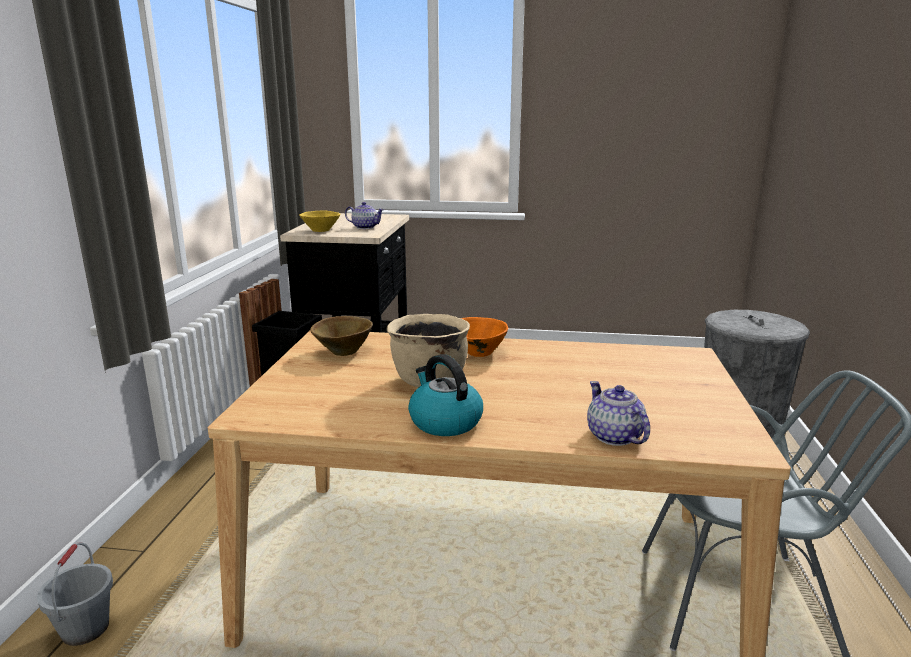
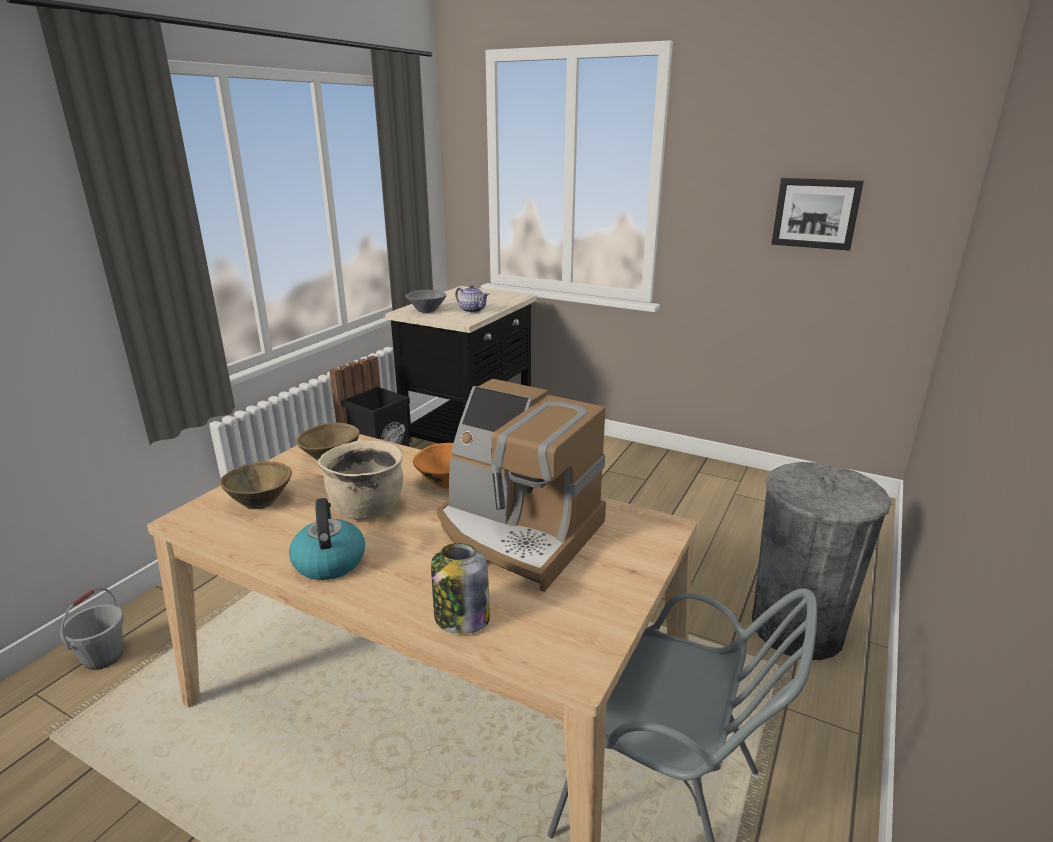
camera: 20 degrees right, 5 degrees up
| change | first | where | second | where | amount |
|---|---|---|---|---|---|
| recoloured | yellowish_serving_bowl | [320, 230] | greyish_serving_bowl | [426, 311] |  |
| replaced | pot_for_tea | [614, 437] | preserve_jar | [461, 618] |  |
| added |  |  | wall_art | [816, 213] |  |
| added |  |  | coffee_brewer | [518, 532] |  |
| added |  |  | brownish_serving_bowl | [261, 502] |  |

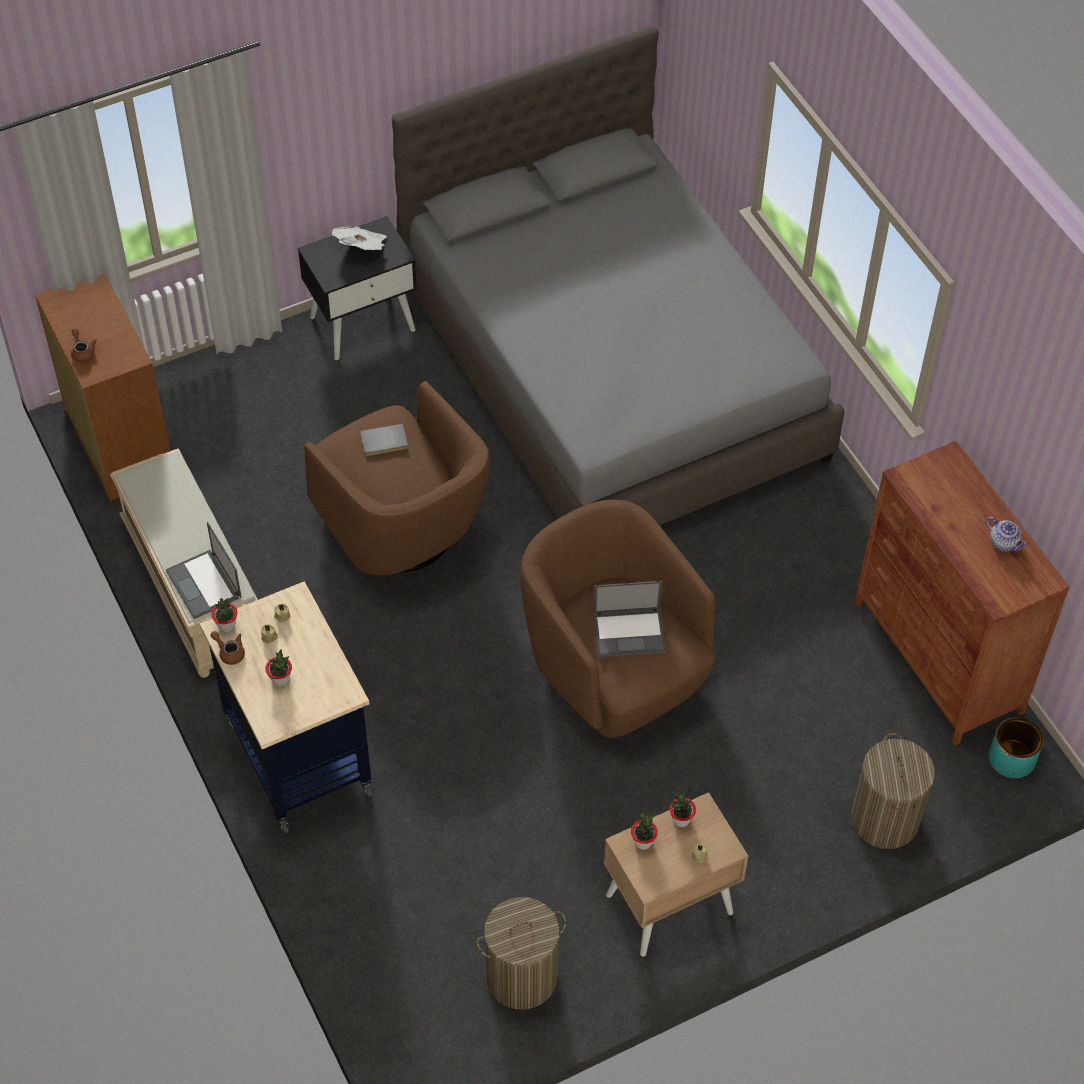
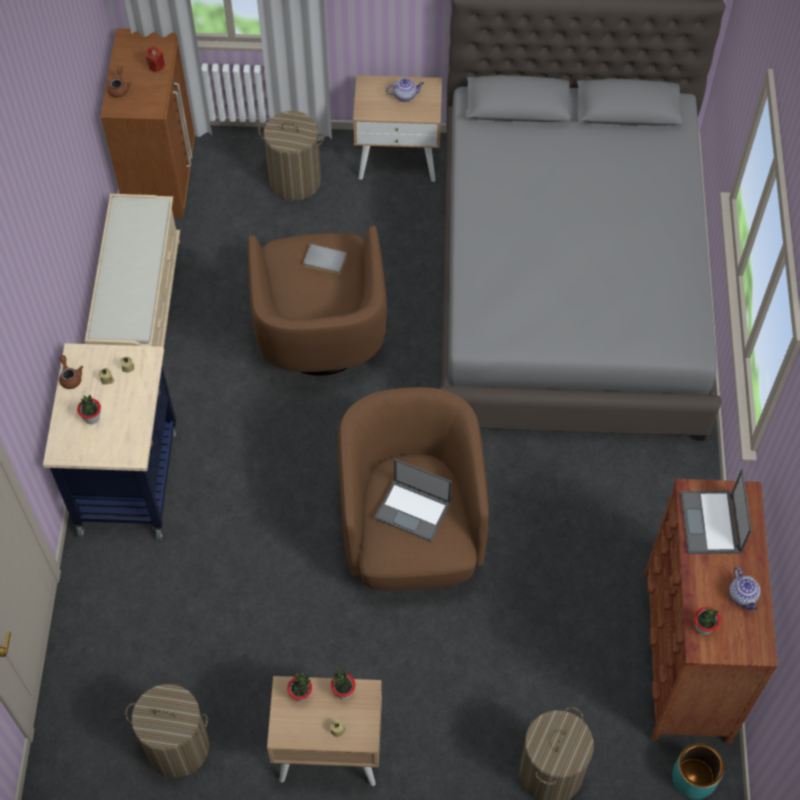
camera: 30 degrees right, 5 degrees up
| change | first | where | second | where | amount |
|---|---|---|---|---|---|
| recoloured | black_bedside_table | [363, 323] | beige-coloured_bedside_table | [398, 158] |  |
| replaced | newspaper | [362, 248] | pot_for_tea | [405, 95] |  |
| moved | laptop | [204, 584] |  | [711, 523] |  |
| moved | potted_plant | [226, 625] |  | [703, 627] |  |
| added |  |  | red_wax_light | [156, 66] |  |
| added |  |  | washing_basket | [295, 181] |  |

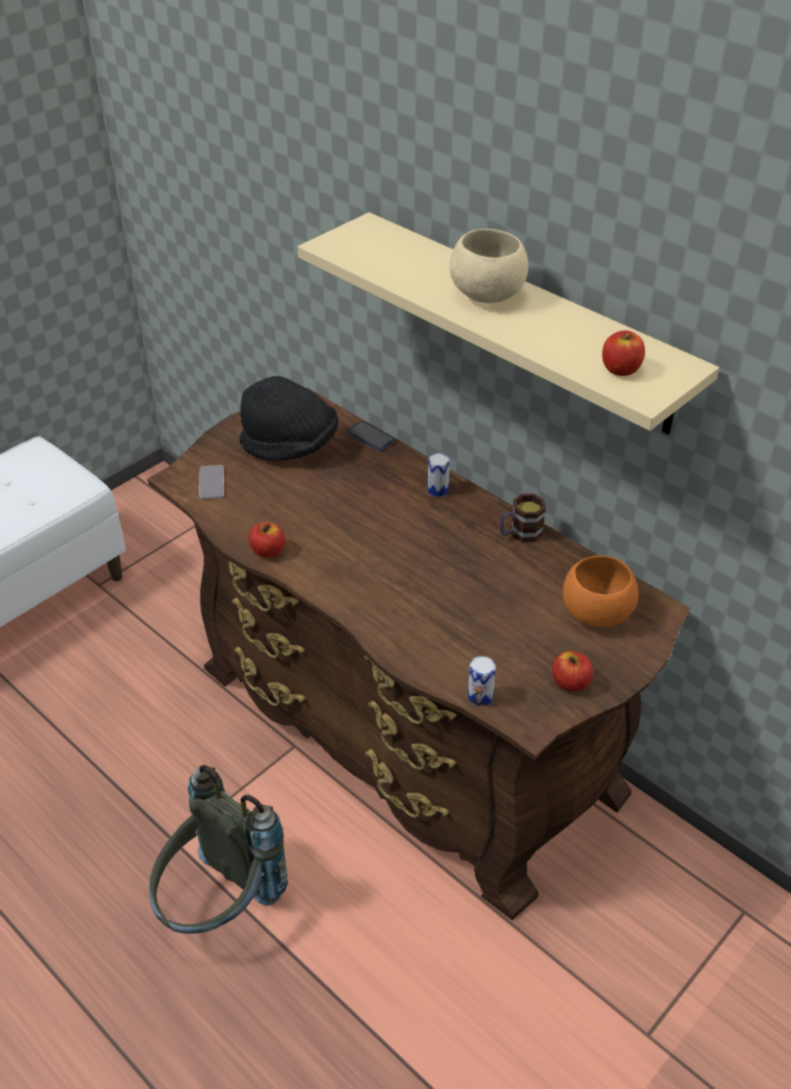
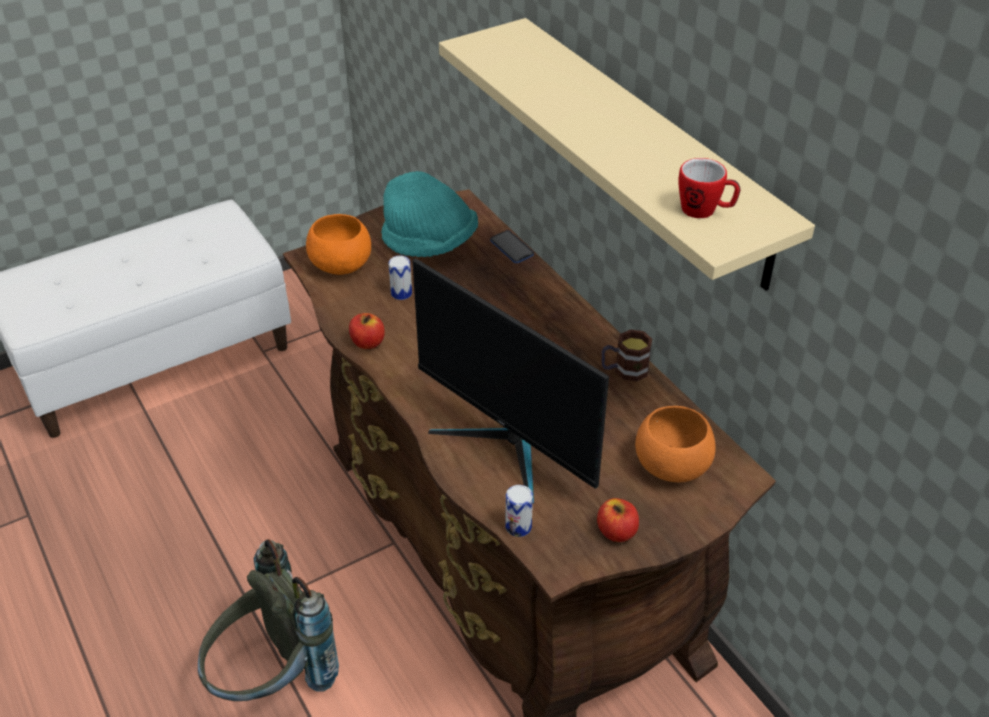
camera: 15 degrees right, 0 degrees up
| change | first | where | second | where | amount |
|---|---|---|---|---|---|
| removed | beige-coloured_serving_bowl | [486, 296] |  |  |  |
| replaced | apple_fruit | [620, 369] | coffee_mug | [705, 211] |  |
| recoloured | black_wearable_hat | [290, 446] | turquoise-coloured_wearable_hat | [430, 244] |  |
| moved | metal_can | [438, 490] |  | [401, 293] |  |
| replaced | telephone | [211, 483] | orange_serving_bowl | [341, 267] |  |
| added |  |  | monitor | [508, 445] |  |

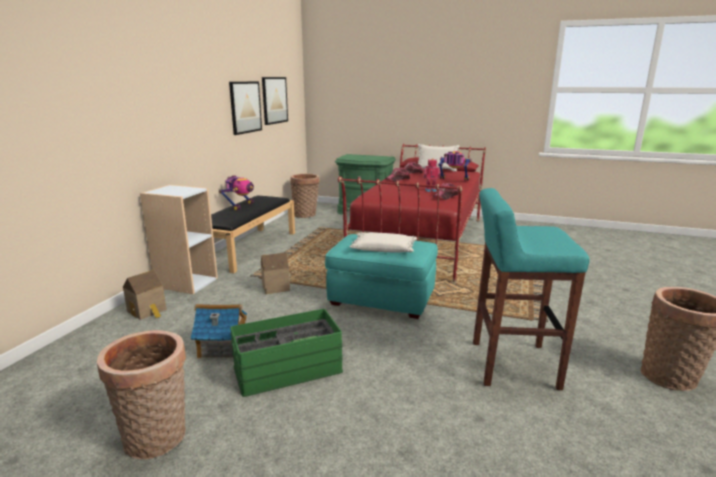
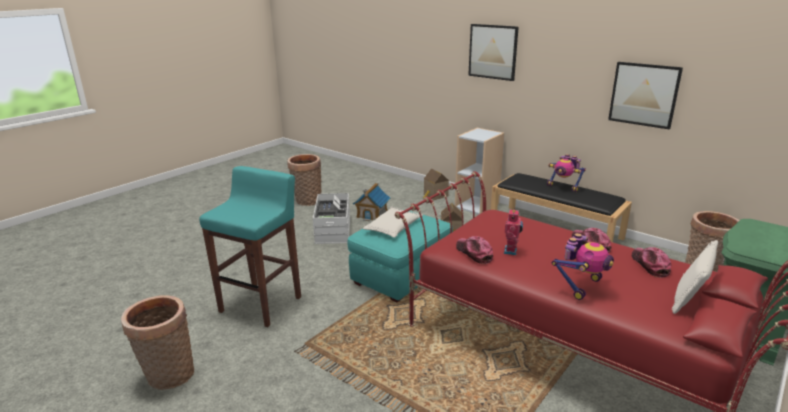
camera: 110 degrees right, 5 degrees up
| change | first | where | second | where | amount |
|---|---|---|---|---|---|
| moved | wall_art | [274, 100] |  | [493, 52] |  |
| recoloured | green_storage_container | [287, 369] | white-coloured_storage_container | [332, 229] |  |

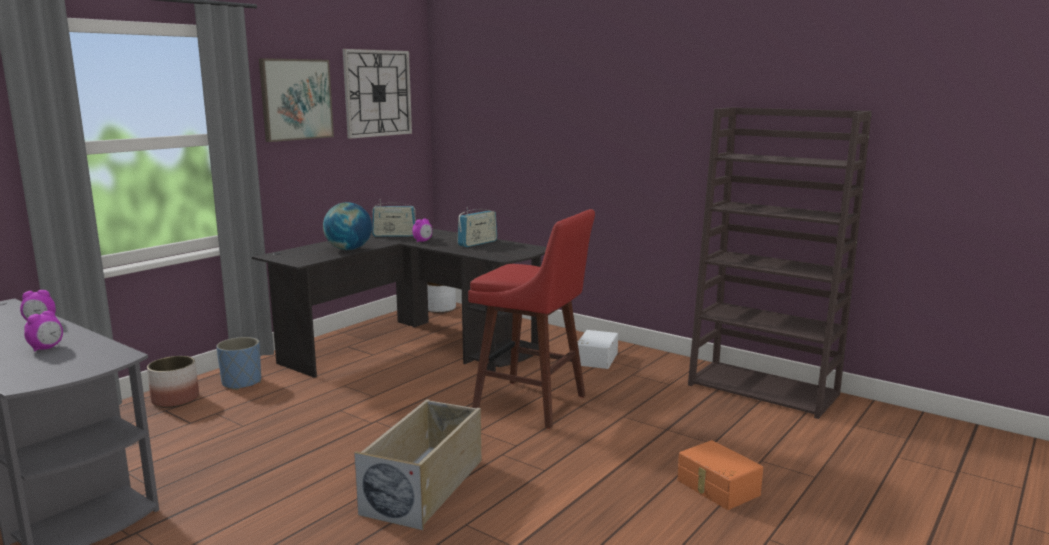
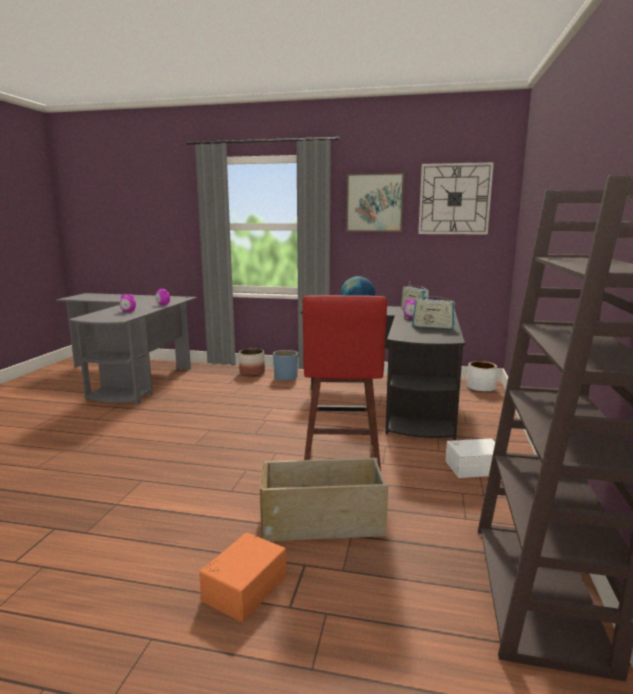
camera: 65 degrees right, 0 degrees up
| change | first | where | second | where | amount |
|---|---|---|---|---|---|
| moved | beige-coloured_storage_container | [425, 486] |  | [323, 522] |  |

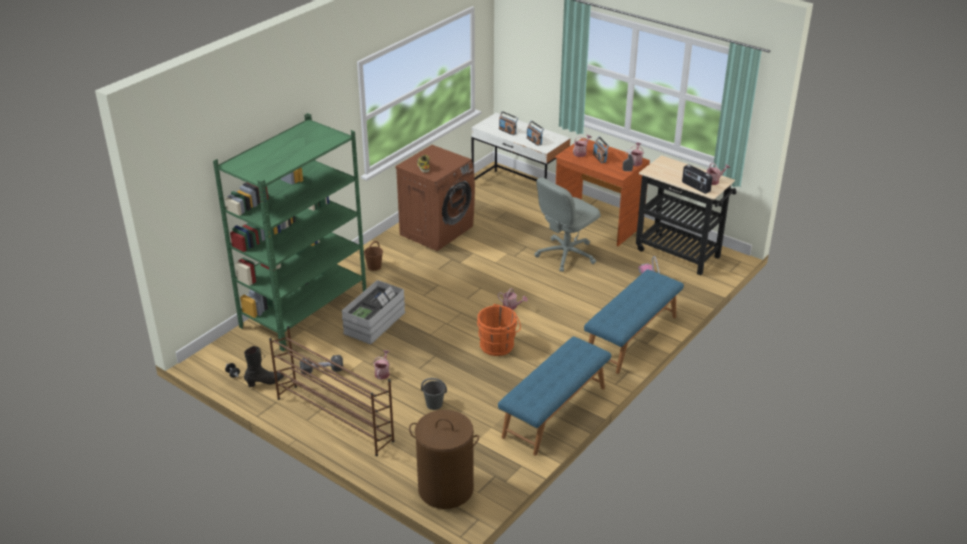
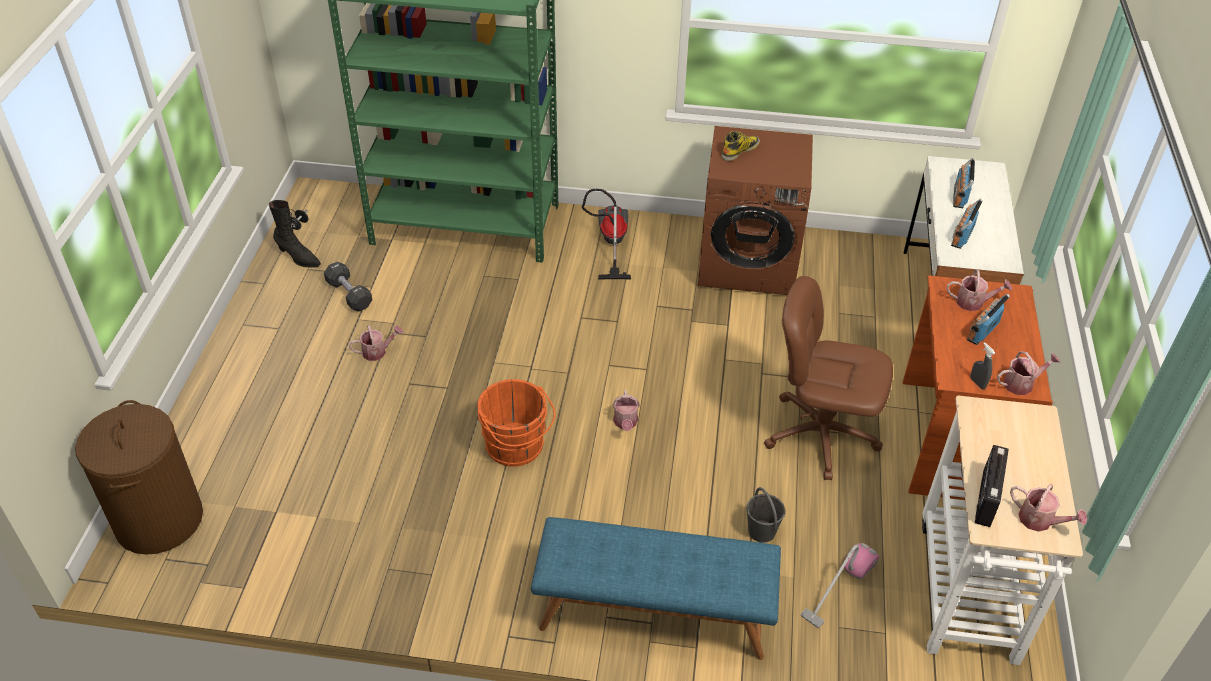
camera: 60 degrees right, 10 degrees up
| change | first | where | second | where | amount |
|---|---|---|---|---|---|
| recoloured | black_trolley | [679, 254] | white-coloured_trolley | [967, 593] |  |
| recoloured | greyish_computer_chair | [566, 254] | brownish_computer_chair | [820, 433] |  |
| replaced | brownish_bucket | [374, 266] | vacuum_cleaner | [610, 243] |  |
| removed | greyish_storage_container | [374, 322] |  |  |  |
| removed | brownish_shoe_shelf | [334, 419] |  |  |  |
| removed | bluish_bench | [555, 412] |  |  |  |
| moved | greyish_bucket | [434, 404] |  | [761, 531] |  |

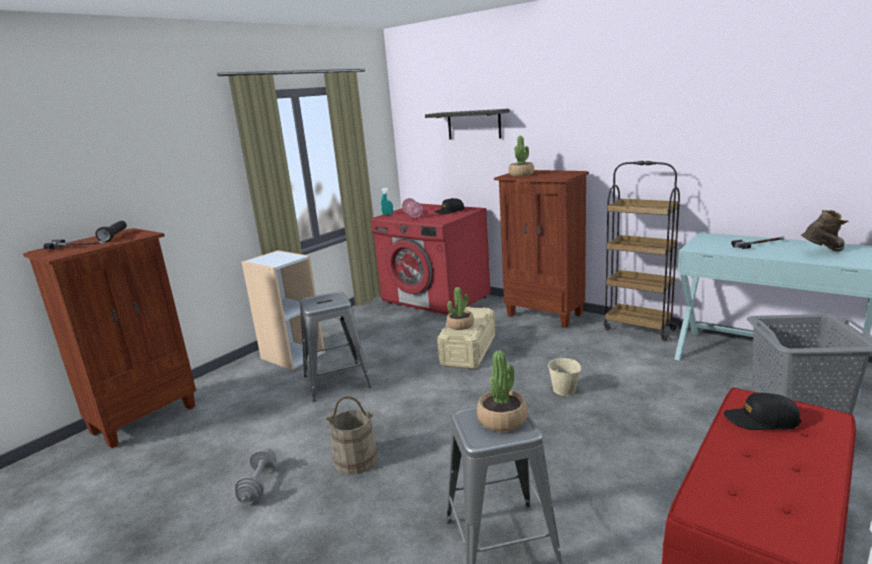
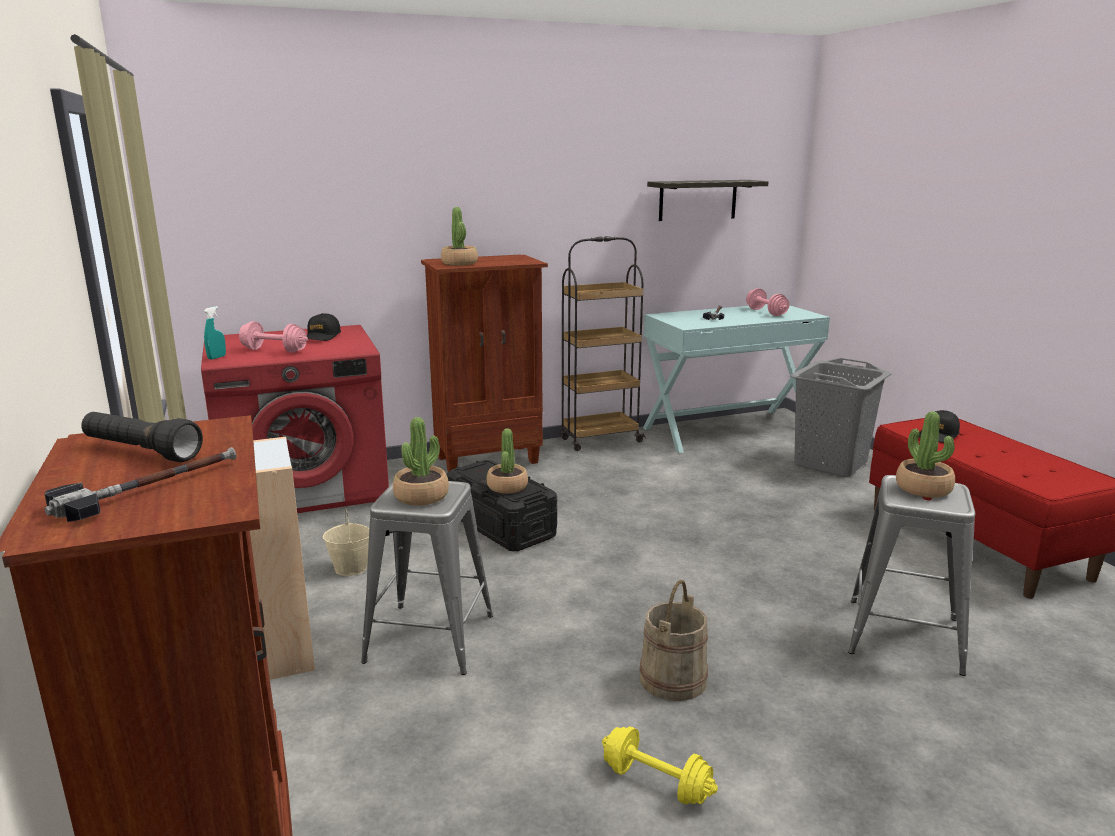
camera: 60 degrees left, 0 degrees up
| change | first | where | second | where | amount |
|---|---|---|---|---|---|
| moved | shelf | [474, 124] |  | [698, 200] |  |
| replaced | brownish_tall_boot | [823, 252] | pink-coloured_hand_weight | [766, 312] |  |
| recoloured | beige-coloured_storage_container | [469, 350] | black_storage_container | [500, 525] |  |
| moved | beige-coloured_bucket | [564, 390] |  | [351, 568] |  |
| recoloured | greyish_hand_weight | [259, 485] | yellowish_hand_weight | [656, 783] |  |
| added |  |  | potted_plant | [421, 496] |  |

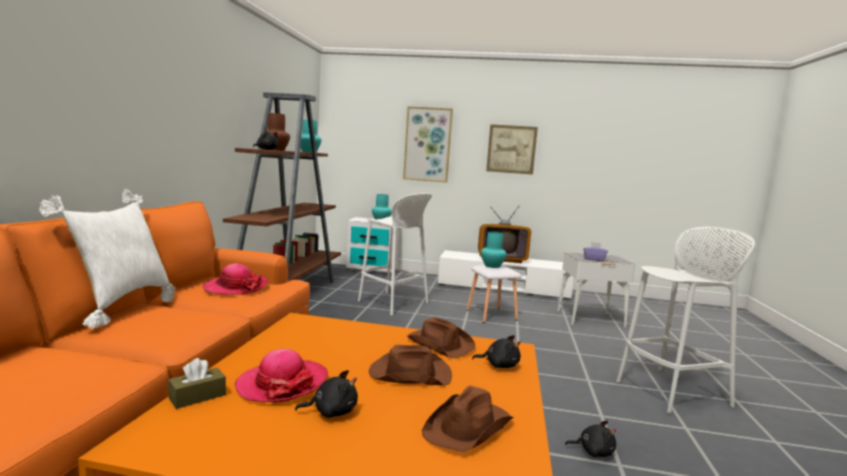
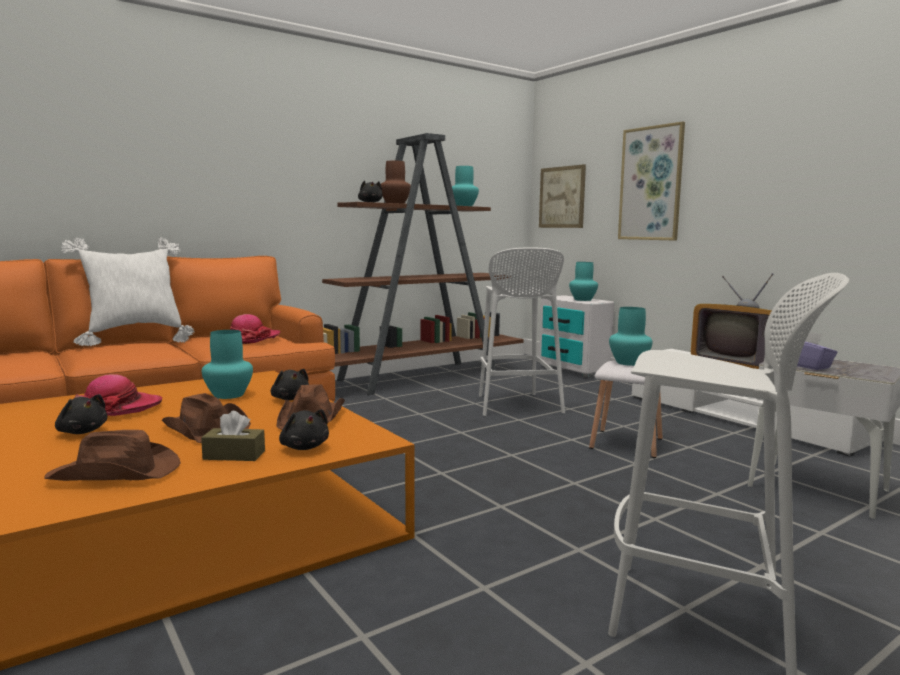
camera: 45 degrees right, 0 degrees up
| change | first | where | second | where | amount |
|---|---|---|---|---|---|
| moved | wall_art | [511, 149] |  | [562, 197] |  |
| moved | brownish_tissue_box | [197, 396] |  | [234, 455] |  |
| moved | black_plush_toy | [593, 451] |  | [290, 399] |  |
| added |  |  | turquoise-coloured_vase | [228, 395] |  |

